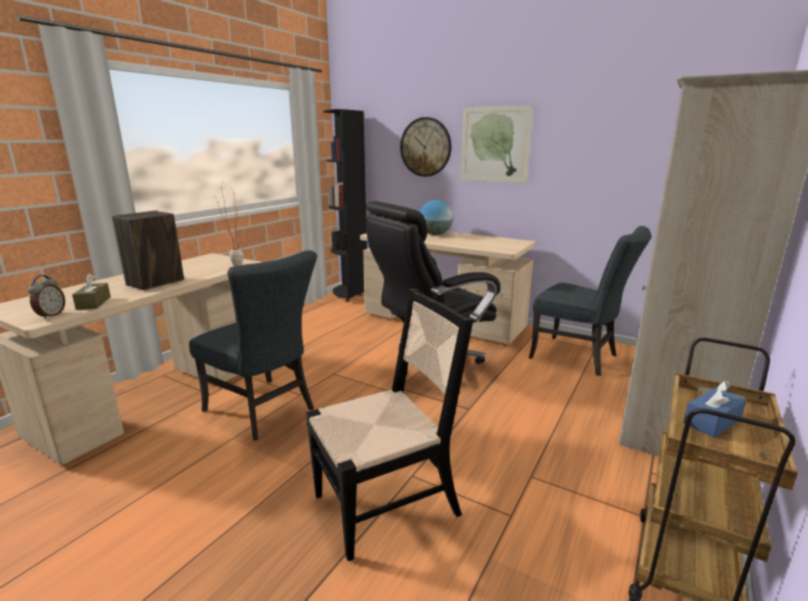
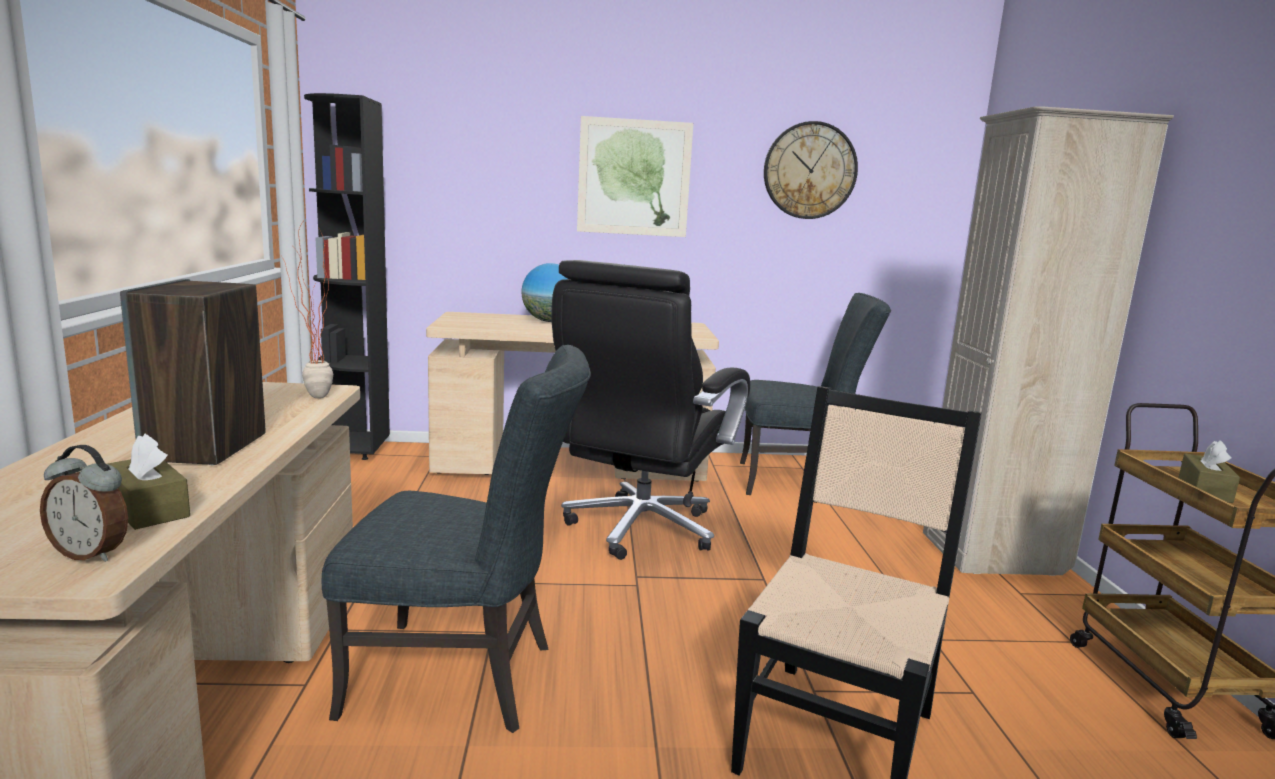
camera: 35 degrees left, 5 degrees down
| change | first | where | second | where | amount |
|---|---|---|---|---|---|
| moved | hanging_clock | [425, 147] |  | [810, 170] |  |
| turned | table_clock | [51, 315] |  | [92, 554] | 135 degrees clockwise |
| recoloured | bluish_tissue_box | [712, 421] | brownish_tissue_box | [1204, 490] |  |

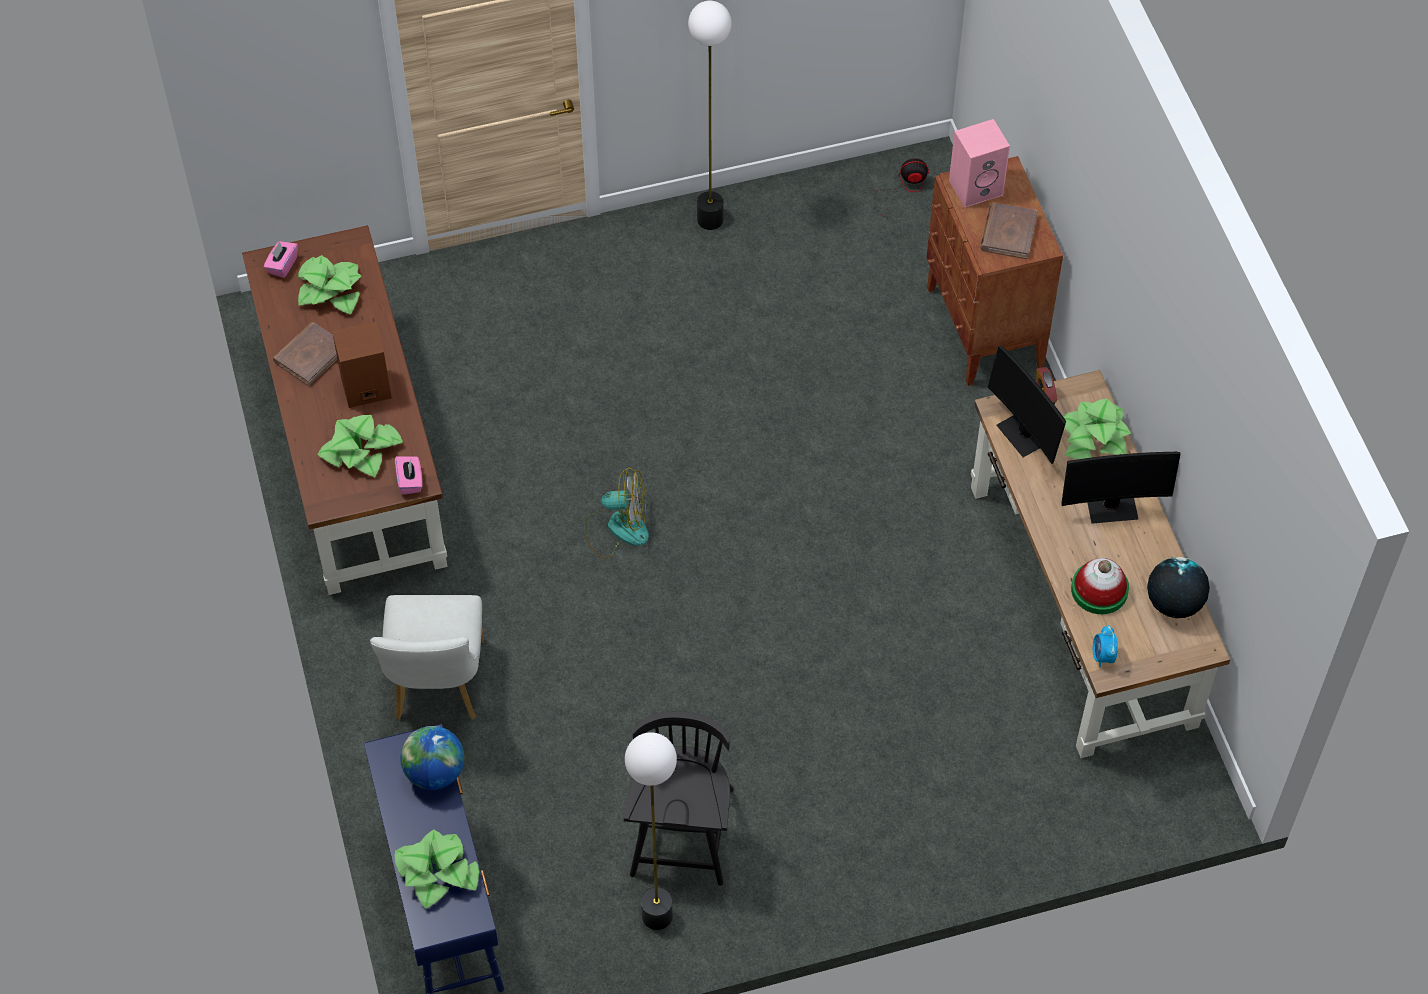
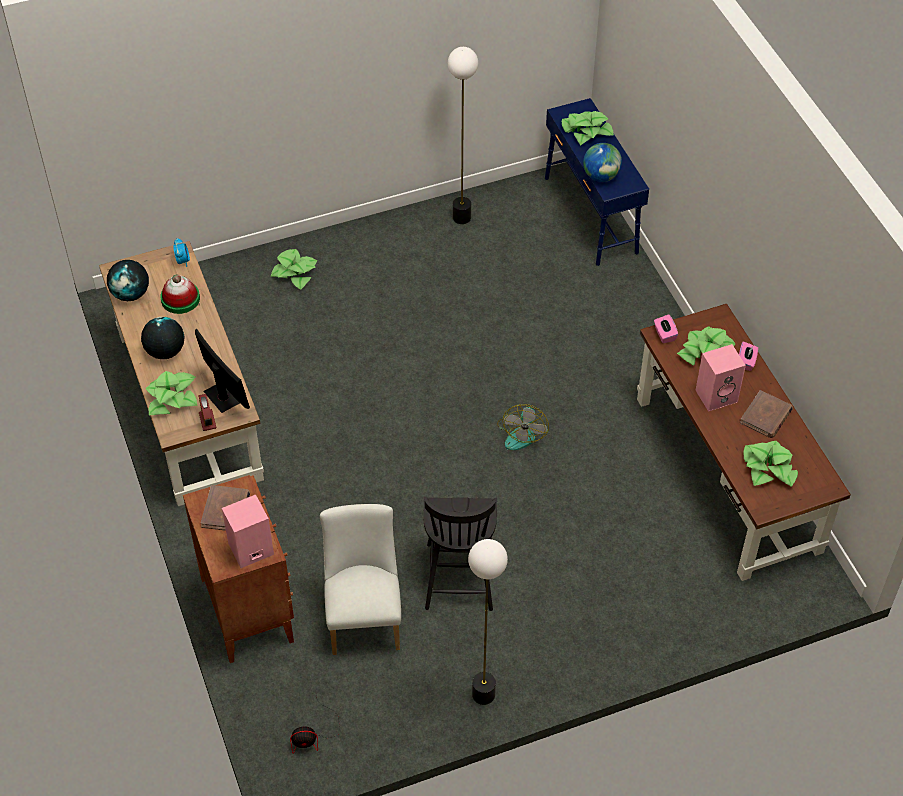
camera: 175 degrees right, 5 degrees down
| change | first | where | second | where | amount |
|---|---|---|---|---|---|
| moved | pink-coloured_tissue_box | [282, 265] |  | [746, 362] |  |
| recoloured | brownish_audio_speaker | [365, 389] | pink-coloured_audio_speaker | [717, 395] |  |
| replaced | monitor | [1111, 506] | desk_globe | [165, 351] |  |
| turned | fan | [617, 528] |  | [521, 433] | 75 degrees counterclockwise |
| moved | white-coloured_plain_chair | [437, 687] |  | [364, 615] |  |
| moved | black_plain_chair | [682, 834] |  | [459, 574] |  |
| added |  |  | potted_plant | [294, 272] |  |

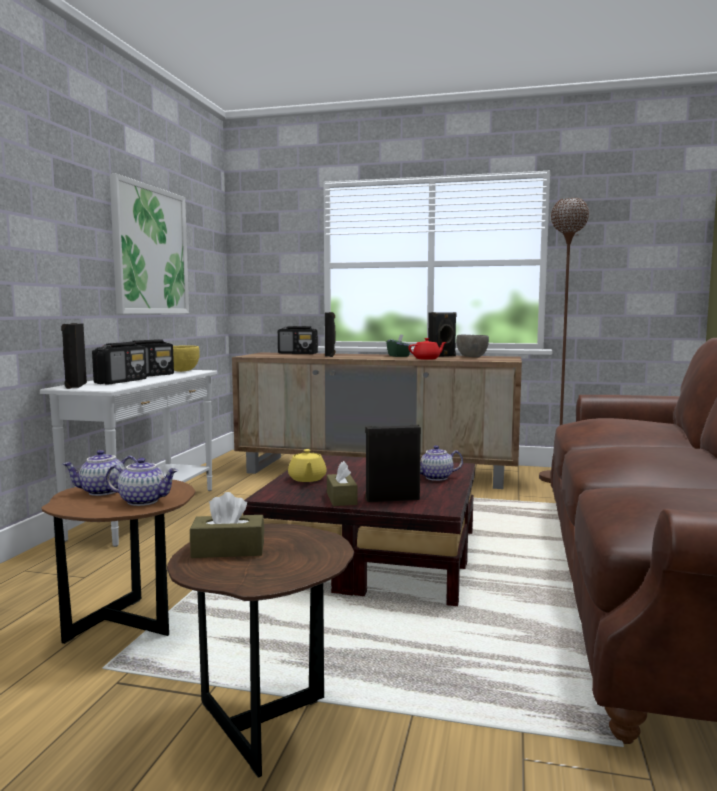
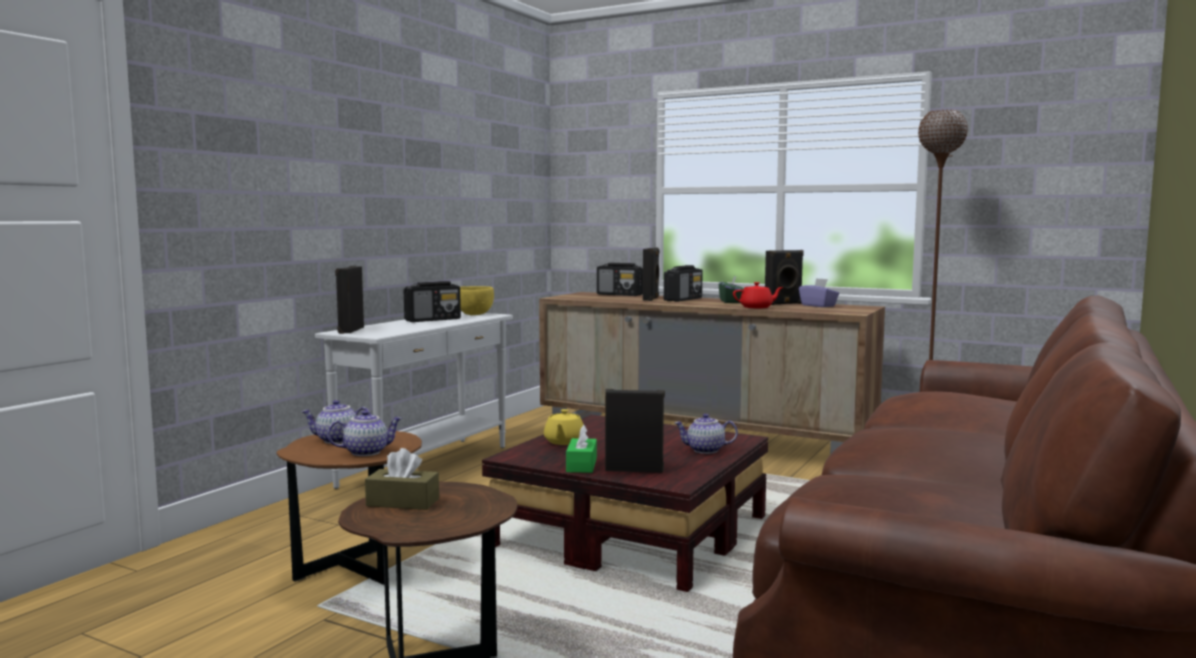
camera: 15 degrees right, 0 degrees up
| change | first | where | second | where | amount |
|---|---|---|---|---|---|
| removed | wall_art | [150, 250] |  |  |  |
| replaced | greyish_serving_bowl | [471, 357] | purple-coloured_tissue_box | [818, 306] |  |
| moved | radio_receiver | [121, 381] |  | [683, 299] |  |
| turned | pot_for_tea | [144, 501] |  | [366, 452] | 45 degrees counterclockwise |
| recoloured | brownish_tissue_box | [341, 499] | green_tissue_box | [581, 465] |  |

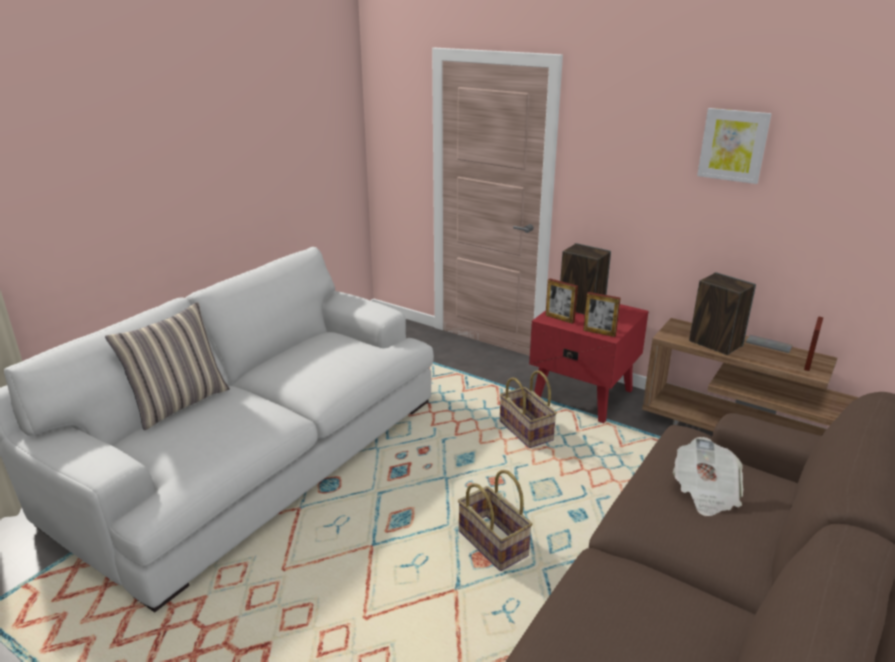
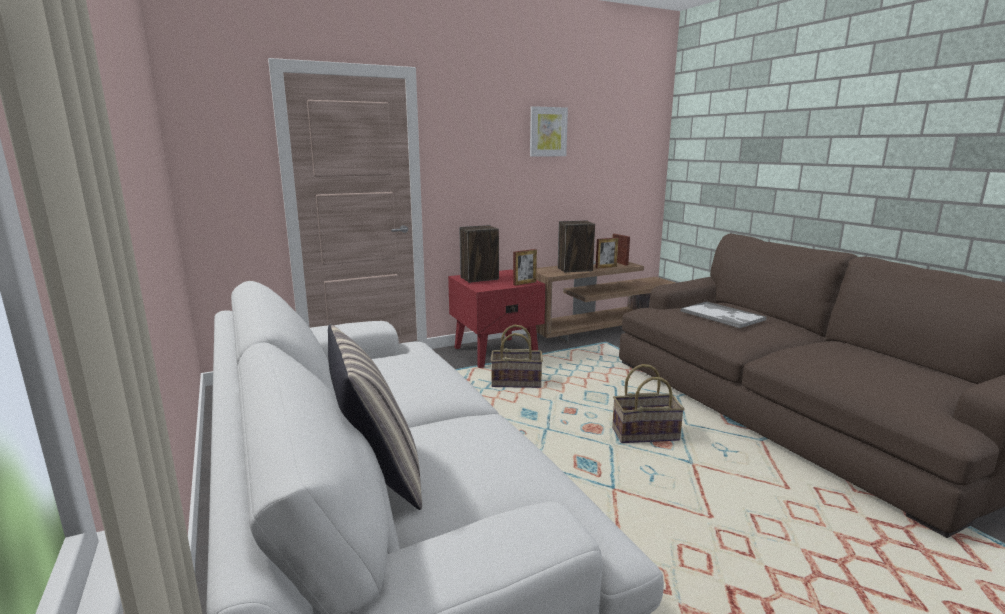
camera: 60 degrees left, 10 degrees down
| change | first | where | second | where | amount |
|---|---|---|---|---|---|
| moved | picture_frame | [559, 319] |  | [606, 267] |  |
| replaced | newspaper | [705, 492] | serving_tray | [722, 316] |  |

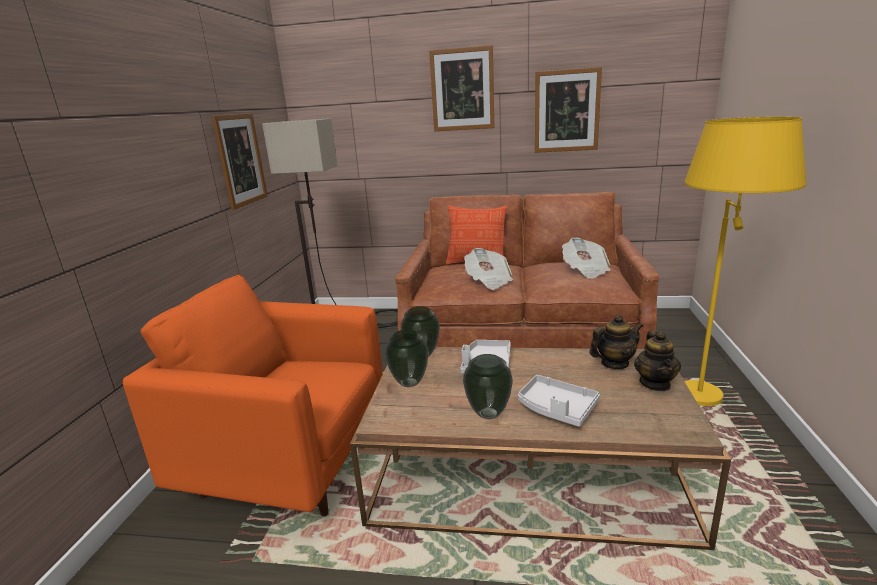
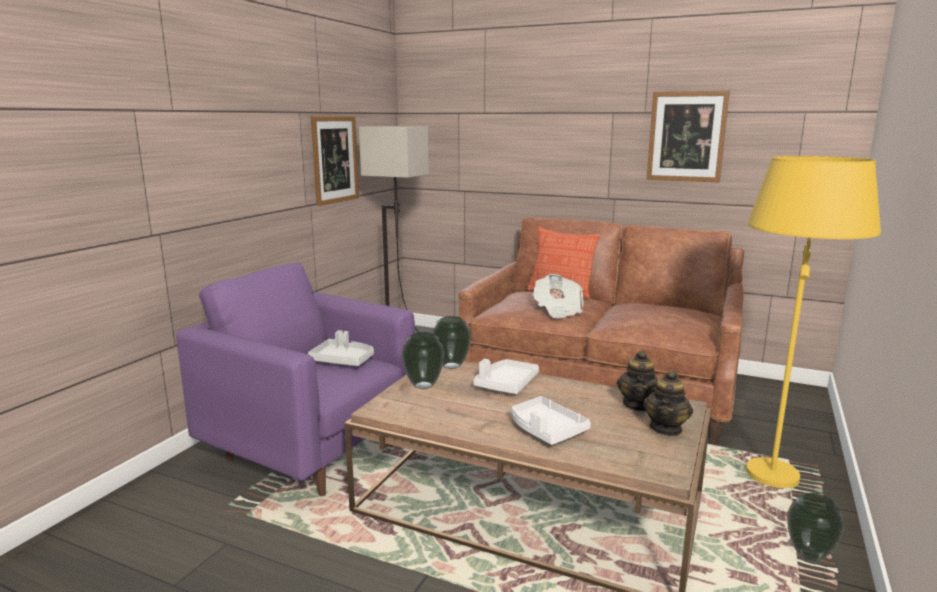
camera: 15 degrees right, 5 degrees down
| change | first | where | second | where | amount |
|---|---|---|---|---|---|
| removed | wall_art | [462, 89] |  |  |  |
| removed | newspaper | [585, 270] |  |  |  |
| recoloured | orange_lounge_chair | [290, 465] | purple-coloured_lounge_chair | [311, 451] |  |
| turned | pot_for_tea | [614, 363] |  | [638, 405] | 105 degrees clockwise |
| moved | vase | [488, 413] |  | [808, 554] |  |
| added |  |  | greyish_serving_tray | [343, 360] |  |

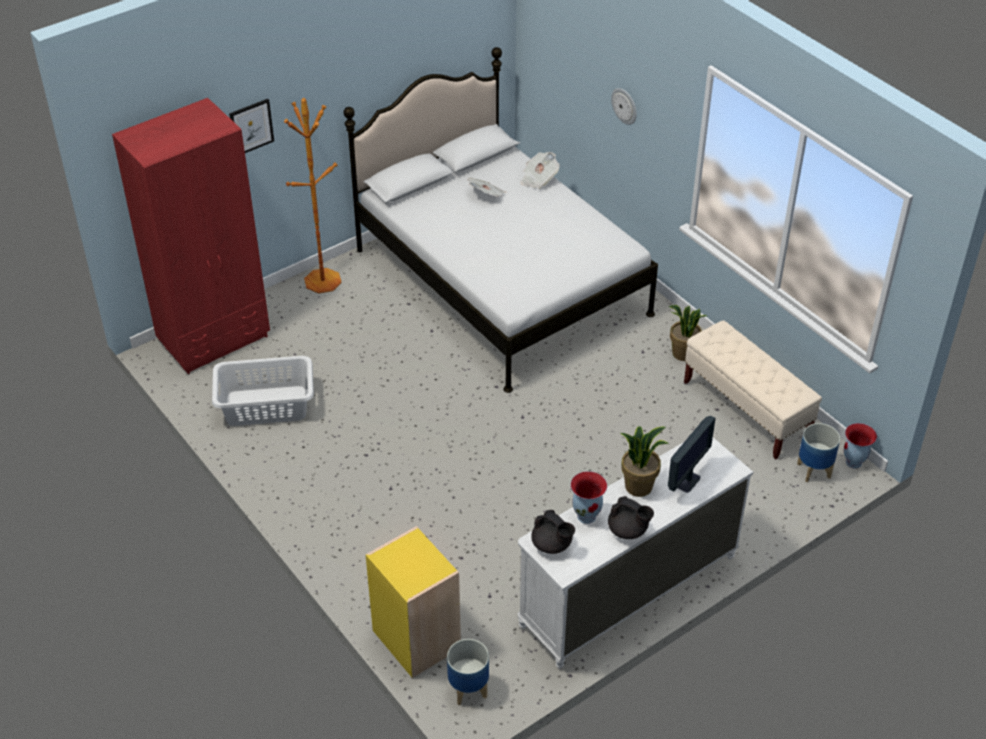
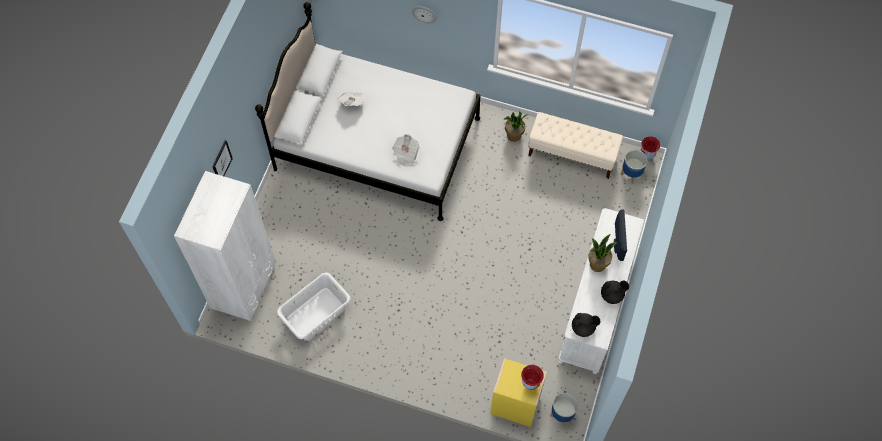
camera: 35 degrees left, 20 degrees up
| change | first | where | second | where | amount |
|---|---|---|---|---|---|
| recoloured | red_armoire | [215, 339] | white-coloured_armoire | [245, 286] |  |
| removed | orange_clothes_rack | [322, 280] |  |  |  |
| moved | newspaper | [538, 179] |  | [405, 154] |  |
| moved | vase | [587, 516] |  | [530, 384] |  |

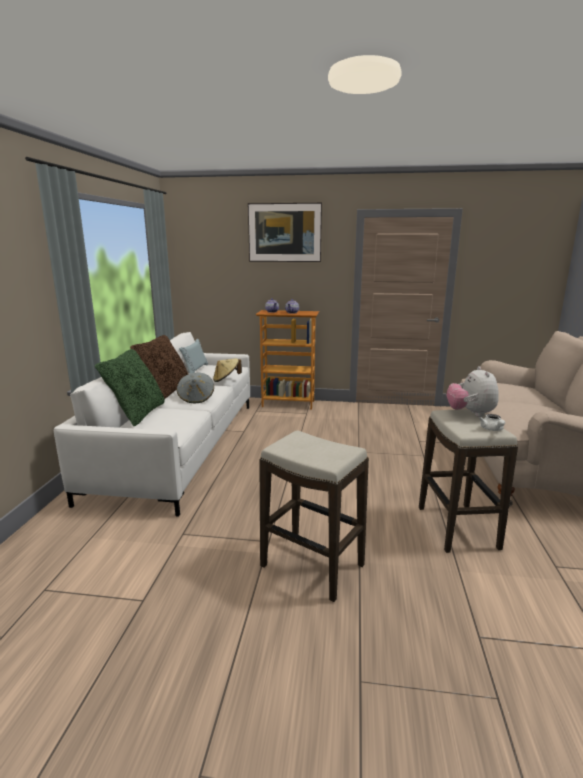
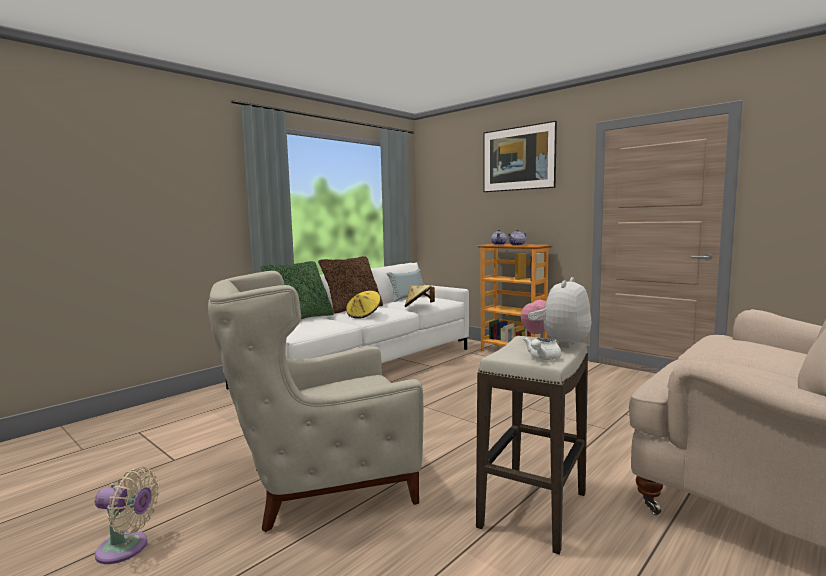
camera: 35 degrees right, 10 degrees down
| change | first | where | second | where | amount |
|---|---|---|---|---|---|
| recoloured | greyish_wearable_hat | [196, 398] | yellowish_wearable_hat | [364, 315] |  |
| replaced | stool_seat | [312, 566] | beige-coloured_lounge_chair | [321, 485] |  |
| added |  |  | beige-coloured_fan | [126, 548] |  |

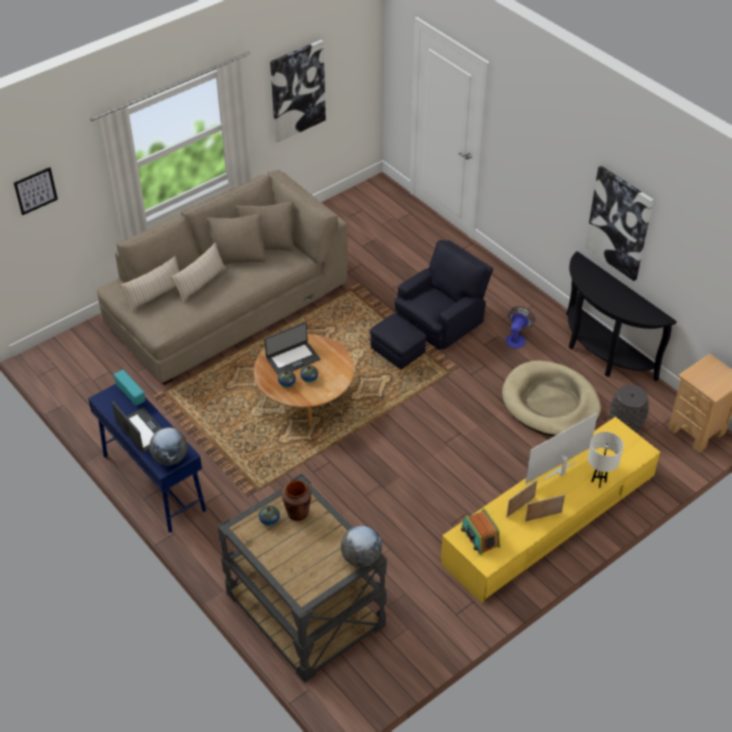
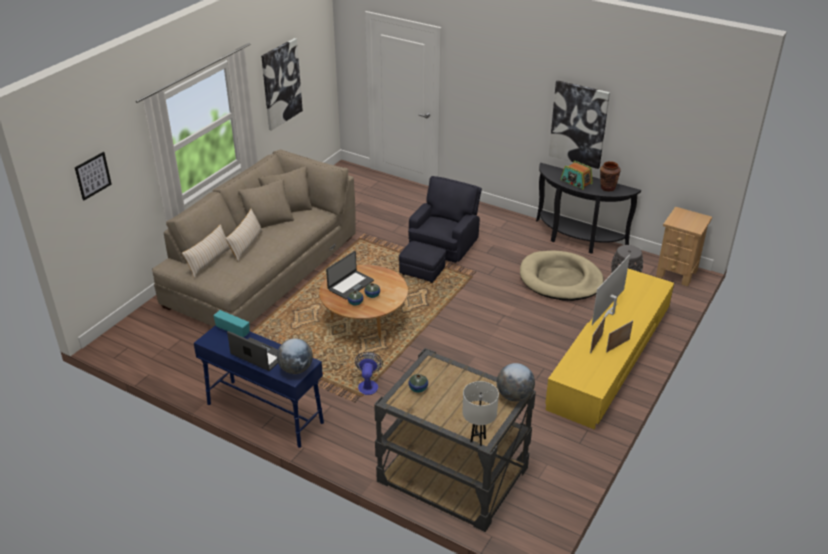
camera: 20 degrees left, 10 degrees down
| change | first | where | second | where | amount |
|---|---|---|---|---|---|
| moved | fan | [516, 338] |  | [368, 384] |  |
| moved | white-coloured_tabletop_lamp | [598, 481] |  | [477, 440] |  |
| moved | brownish_vase | [297, 513] |  | [607, 188] |  |
| moved | radio_receiver | [480, 537] |  | [576, 182] |  |

